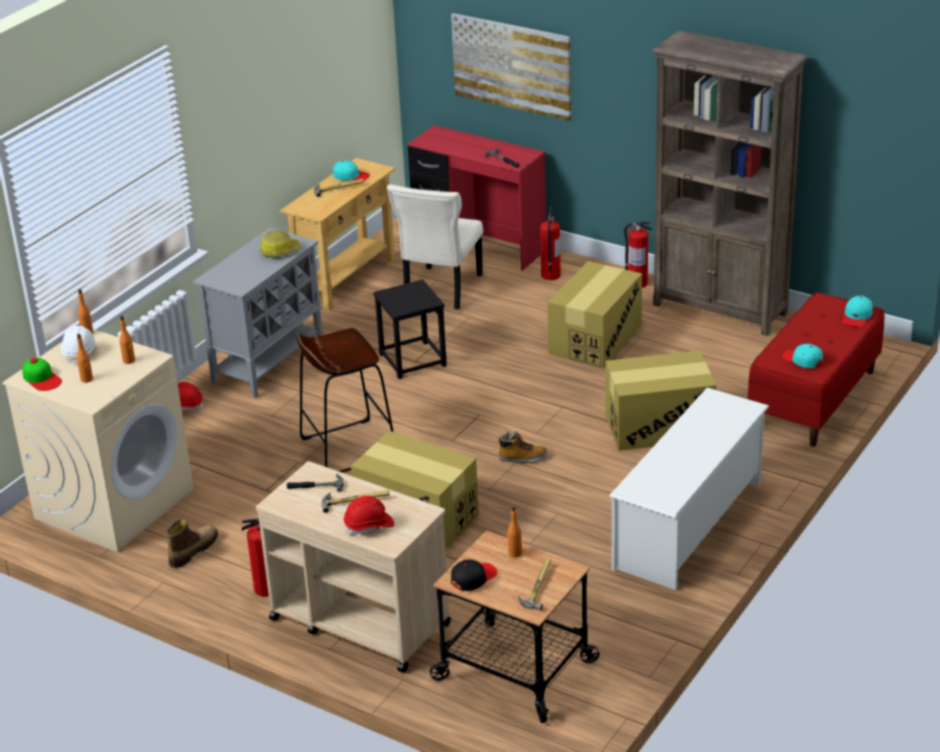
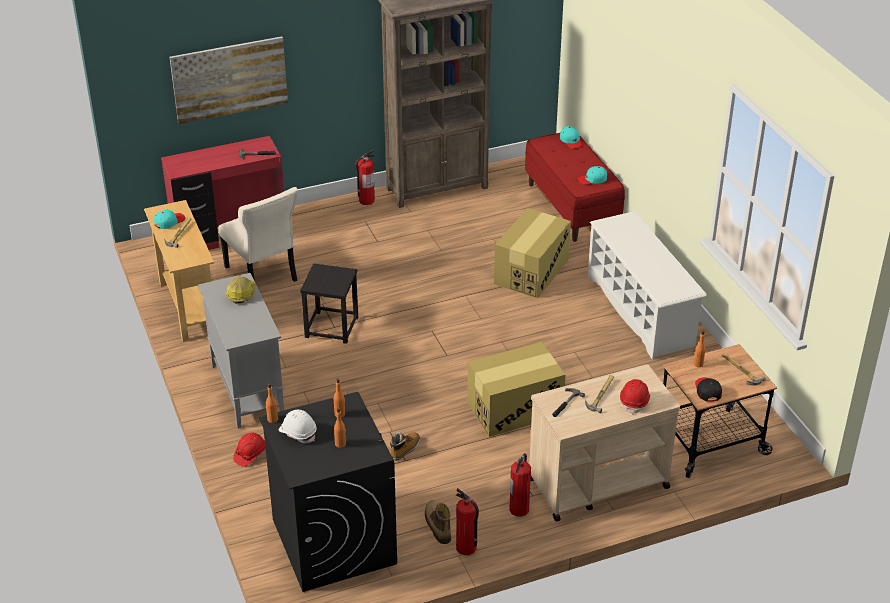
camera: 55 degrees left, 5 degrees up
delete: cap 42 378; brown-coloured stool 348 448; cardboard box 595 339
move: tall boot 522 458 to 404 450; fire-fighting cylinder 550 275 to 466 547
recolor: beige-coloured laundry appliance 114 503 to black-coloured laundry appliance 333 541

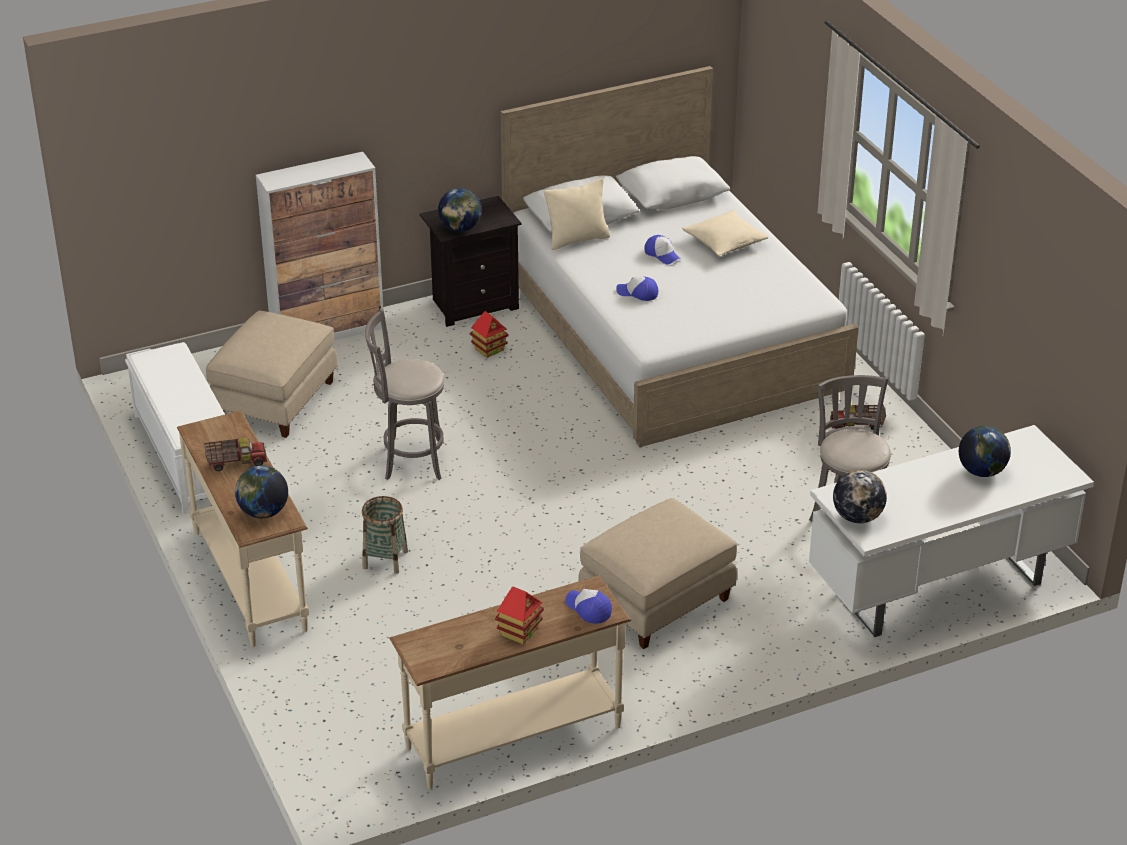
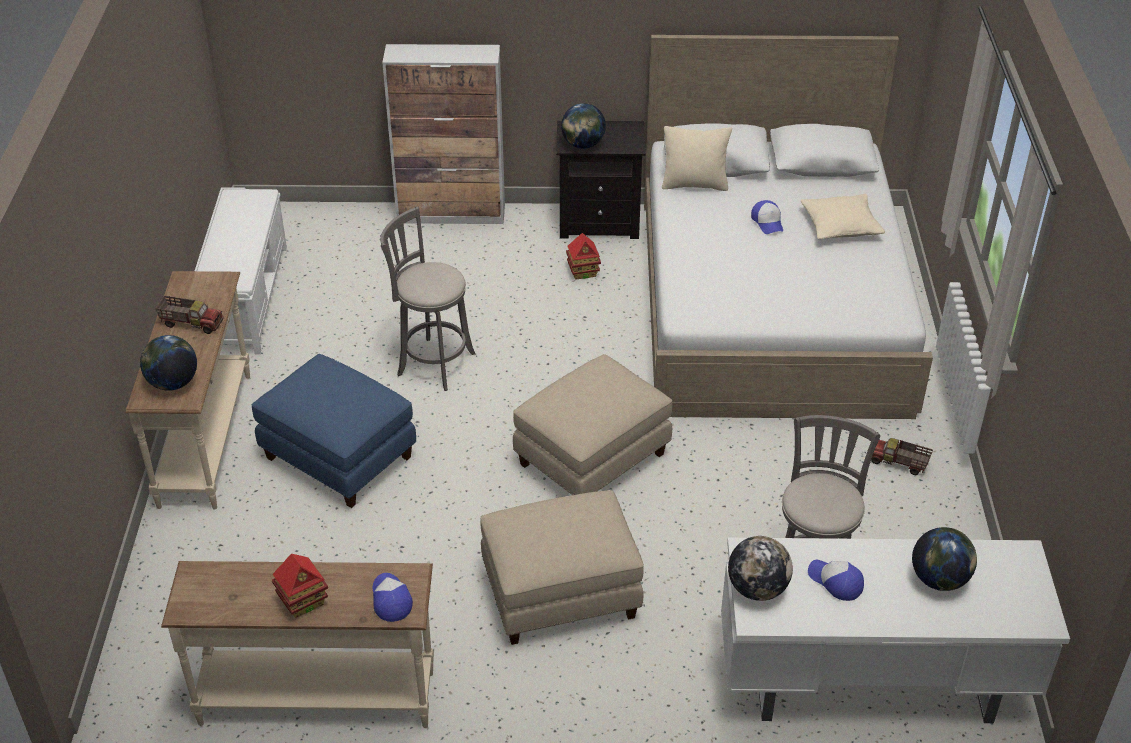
camera: 25 degrees right, 5 degrees up
move: beige-coloured ottoman 276 401 to 592 460; cap 637 293 to 835 582
replace: household basket 385 559 to blue ottoman 337 458

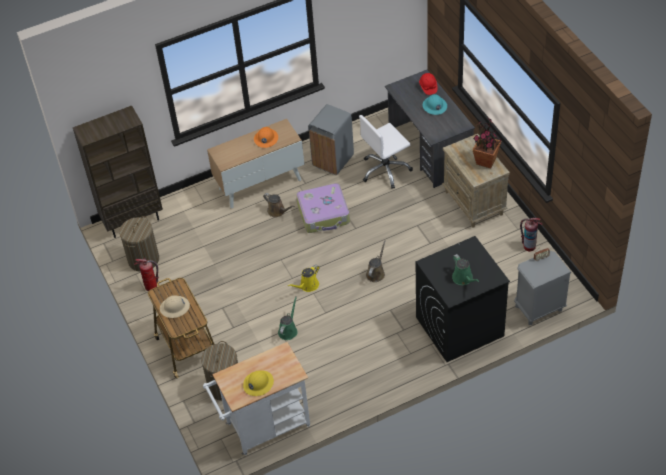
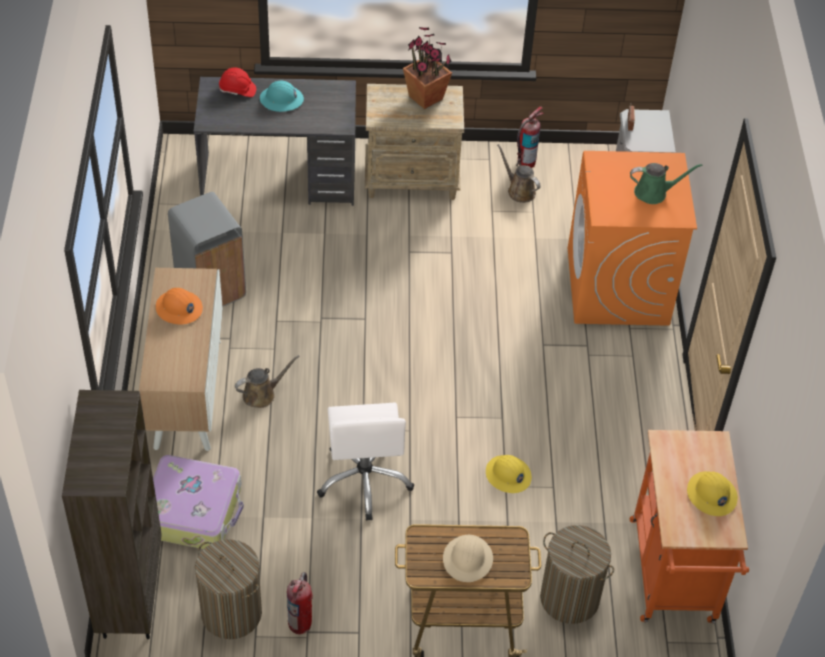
camera: 70 degrees left, 0 degrees up
delete: yellowish sprinkling can 308 286
move: piece of luggage 324 214 to 193 511; white computer chair 385 170 to 365 479; brown-coloured sprinkling can 376 273 to 519 190
replace: greenish sprinkling can 288 330 to yellowish work helmet 508 475
recolor: white wheeled cart 263 427 to orange-coloured wheeled cart 673 578; black-coloured laundry appliance 459 327 to orange-coloured laundry appliance 618 287

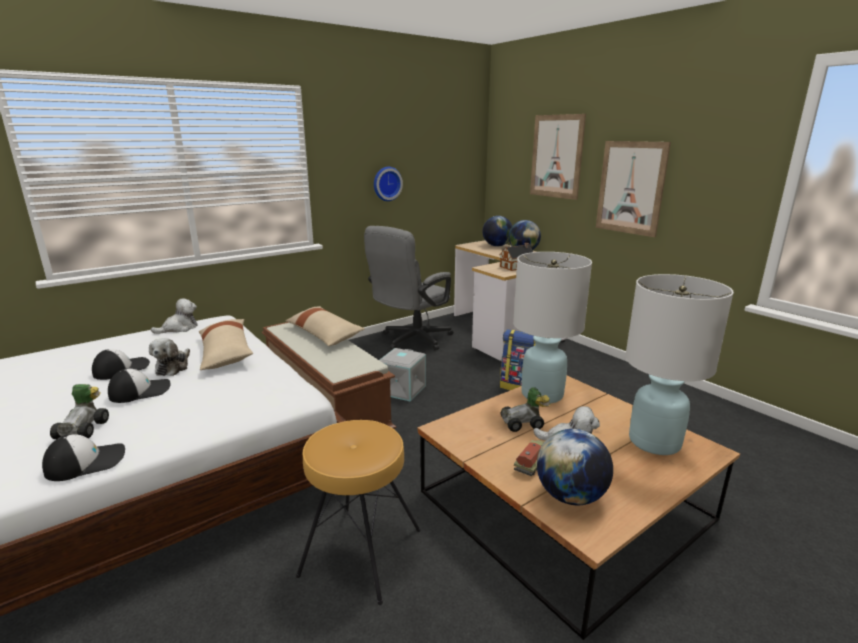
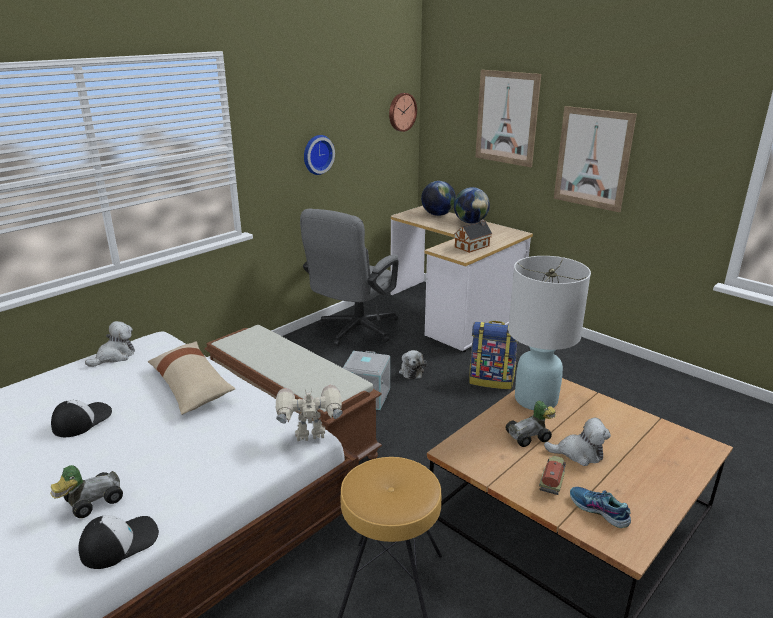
camera: 10 degrees left, 5 degrees up
delete: cap 141 391; beige-coloured pillow 324 334; white lamp for a table 654 442
insert: model robot 310 437; hanging clock 401 112
move: plush toy 173 367 to 411 371
replace: world globe 570 496 to low shoe 598 511
rotate: toy car 85 428 = 91 502 120 degrees counterclockwise

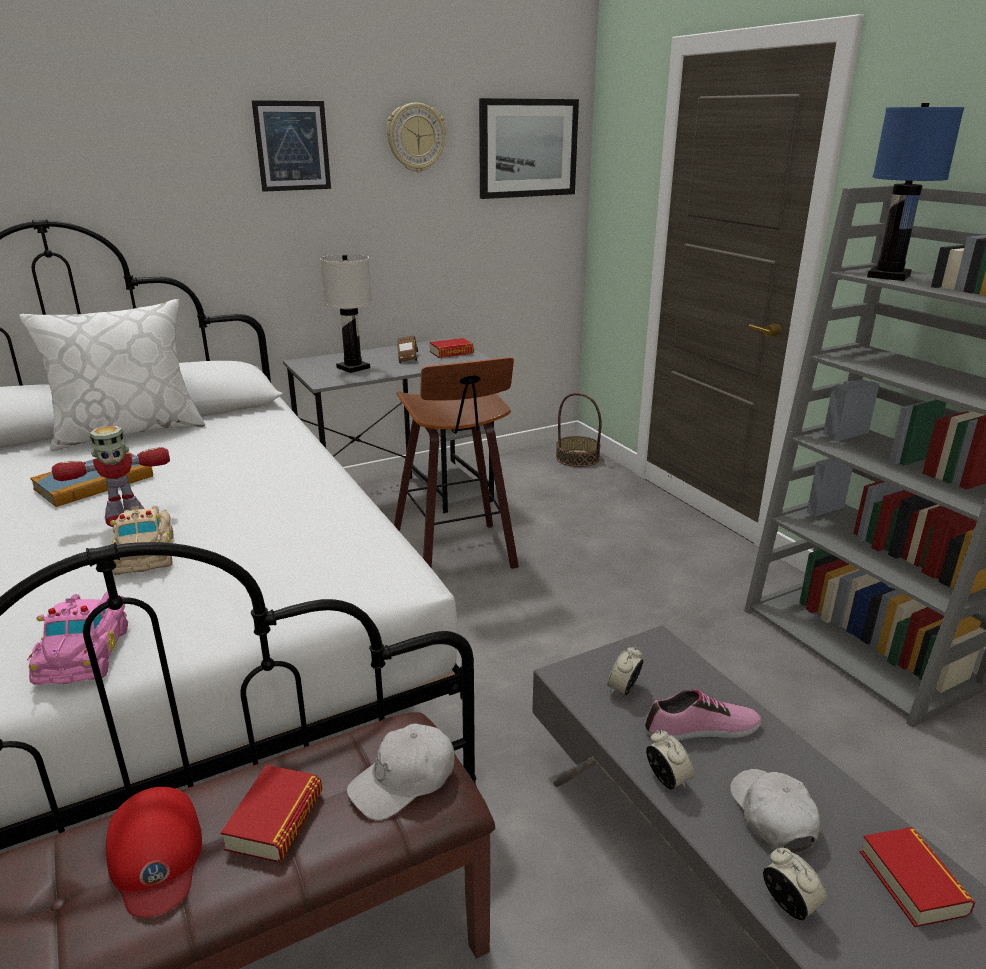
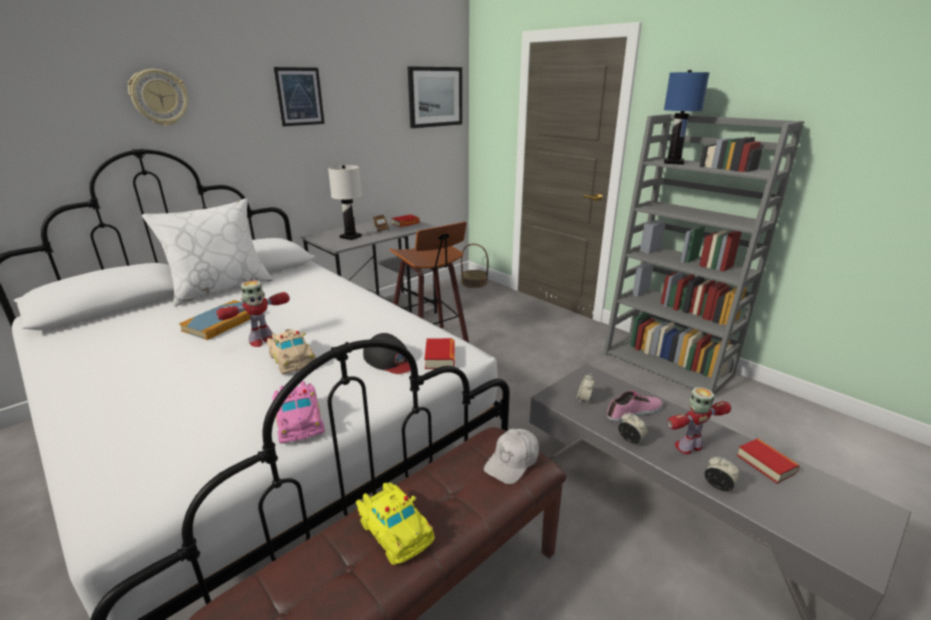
camera: 15 degrees left, 0 degrees up
insert: black-coloured cap 389 360
move: bound book 275 820 to 440 358; hanging clock 416 137 to 159 97
replace: red-coloured cap 156 856 to yellowish toy car 395 529; white cap 772 816 to model robot 689 447

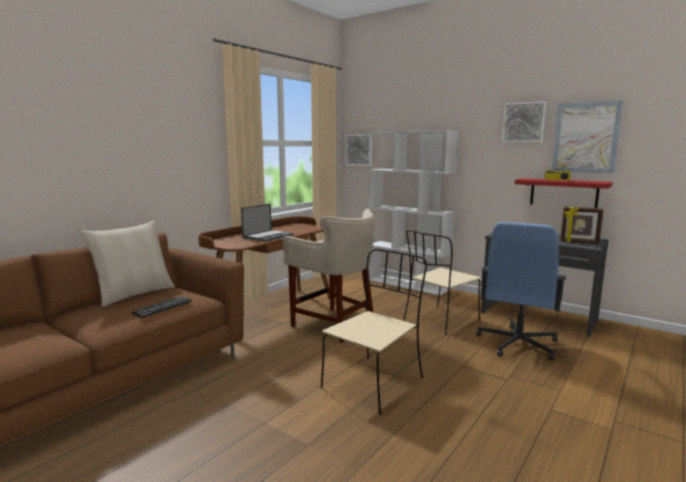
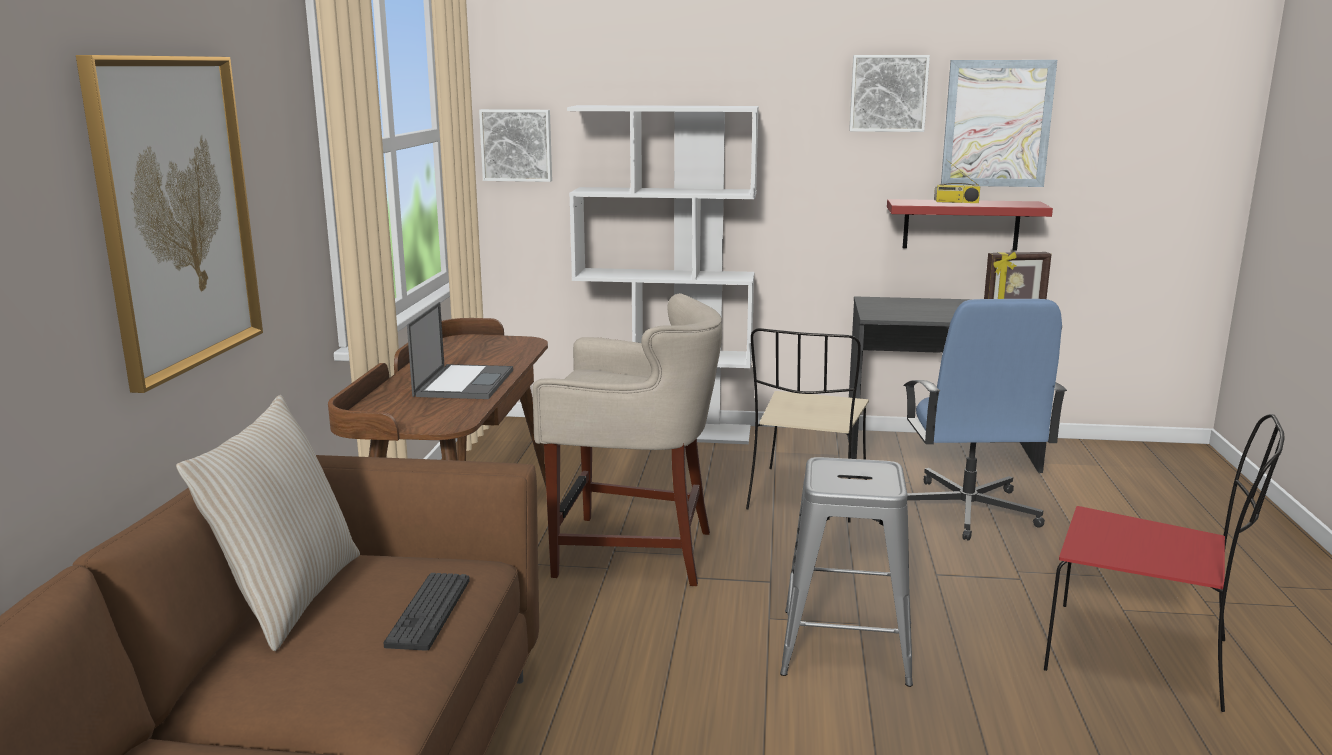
camera: 30 degrees left, 5 degrees up
insert: wall picture 176 214; red-coloured upright chair 1142 656
replace: beige-coloured upright chair 374 382 to gray stool 844 646

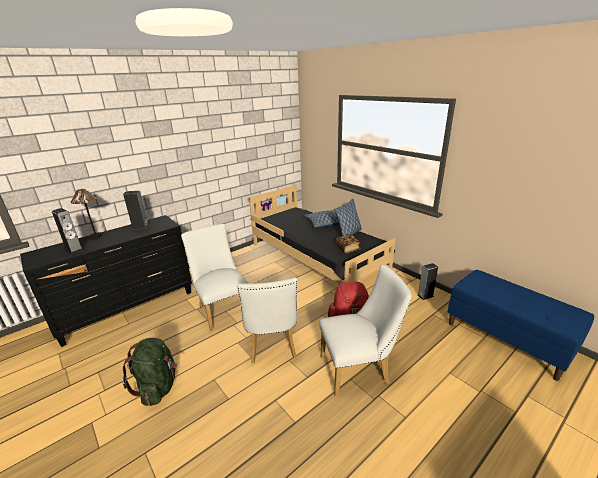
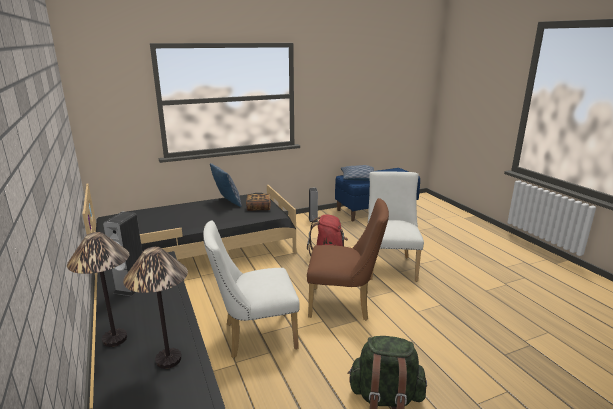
camera: 75 degrees left, 5 degrees down
move: pillow 323 223 to 358 178
replace: loudspeaker 74 249 to lamp for a table 168 360
recolor: white upright chair 272 346 to brown-coloured upright chair 344 305

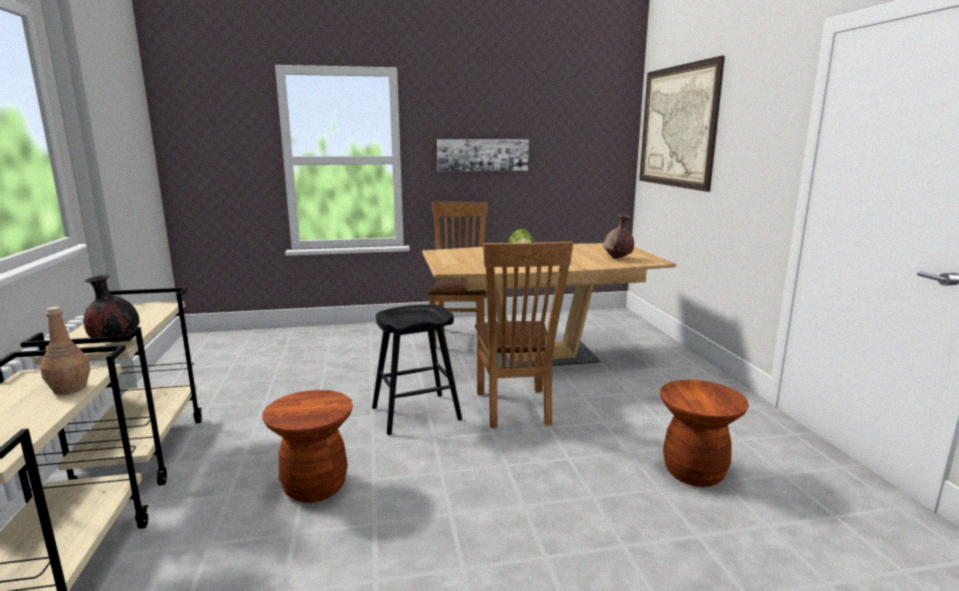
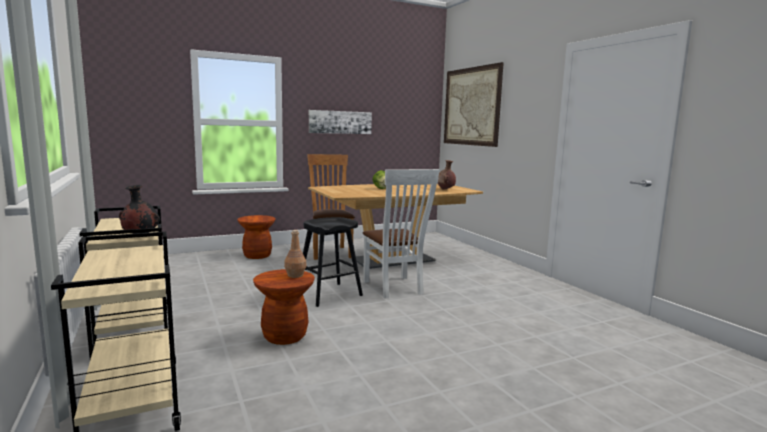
camera: 15 degrees left, 5 degrees down
move: brown-coloured drink bottle 70 389 to 295 275; brown-coloured stool 694 472 to 257 255
recolor: brown-coloured upright chair 515 410 to white upright chair 395 288

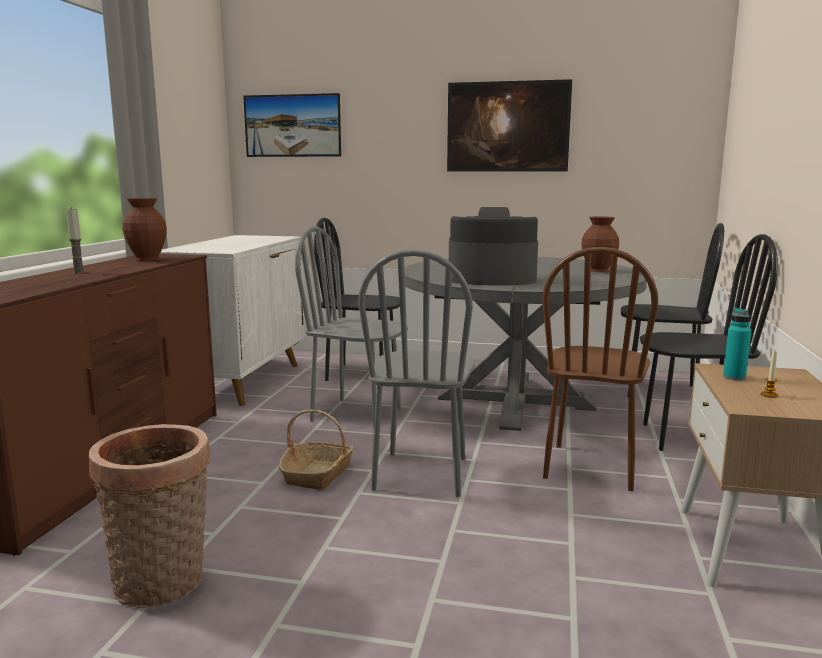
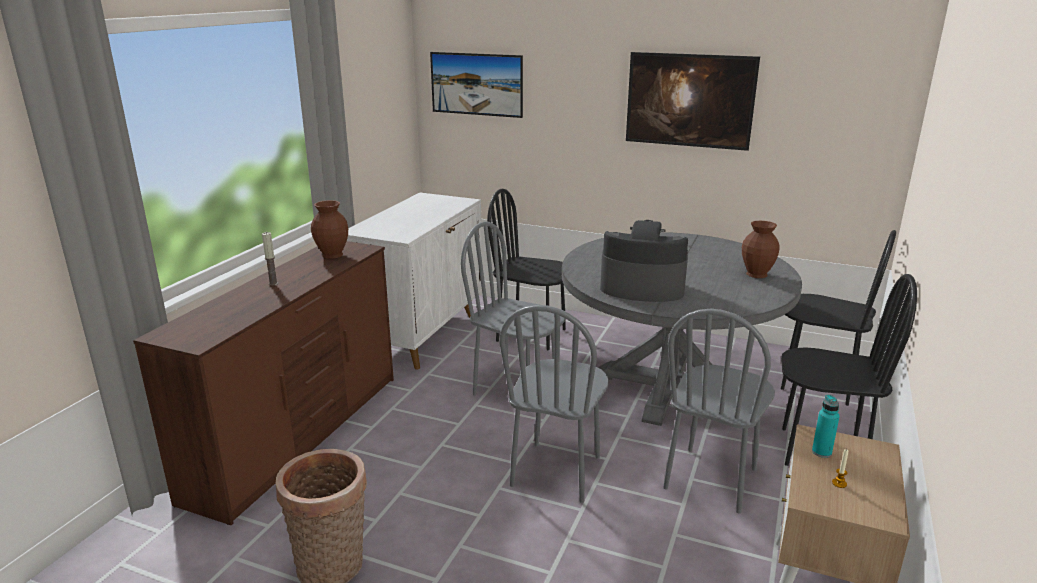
camera: 10 degrees right, 10 degrees up
delete: household basket 318 474
recolor: brown-coloured upright chair 590 467 to gray upright chair 711 479

